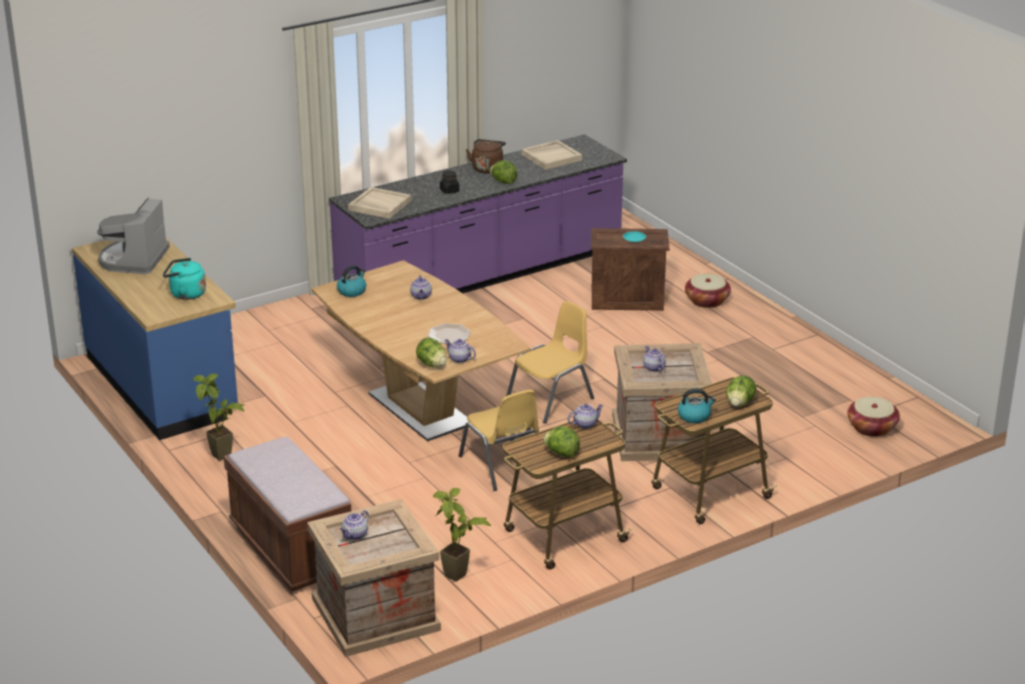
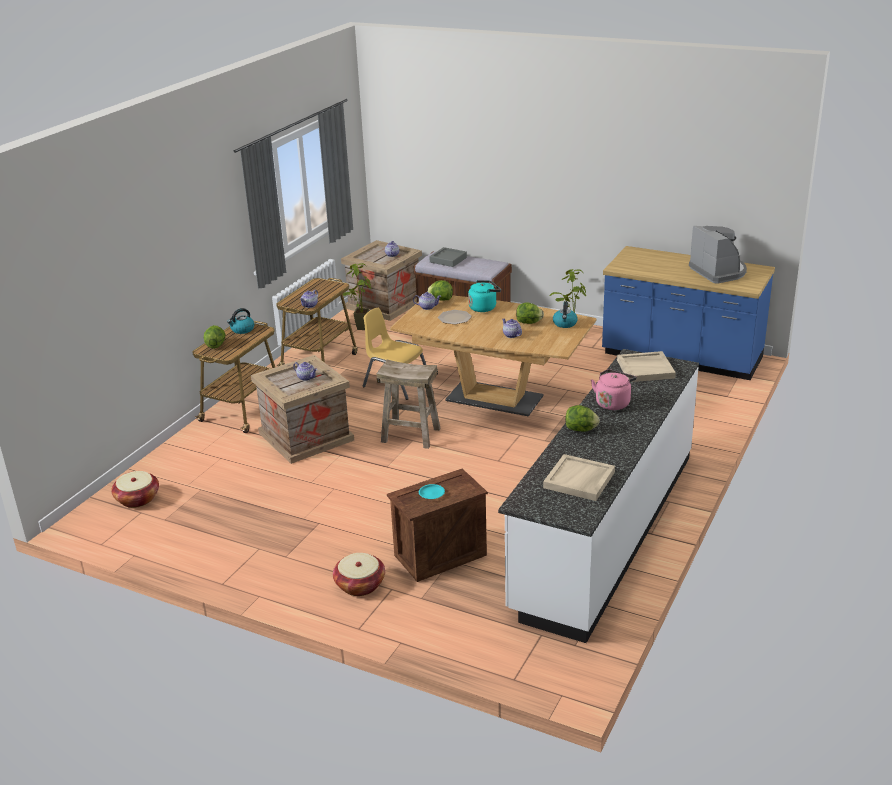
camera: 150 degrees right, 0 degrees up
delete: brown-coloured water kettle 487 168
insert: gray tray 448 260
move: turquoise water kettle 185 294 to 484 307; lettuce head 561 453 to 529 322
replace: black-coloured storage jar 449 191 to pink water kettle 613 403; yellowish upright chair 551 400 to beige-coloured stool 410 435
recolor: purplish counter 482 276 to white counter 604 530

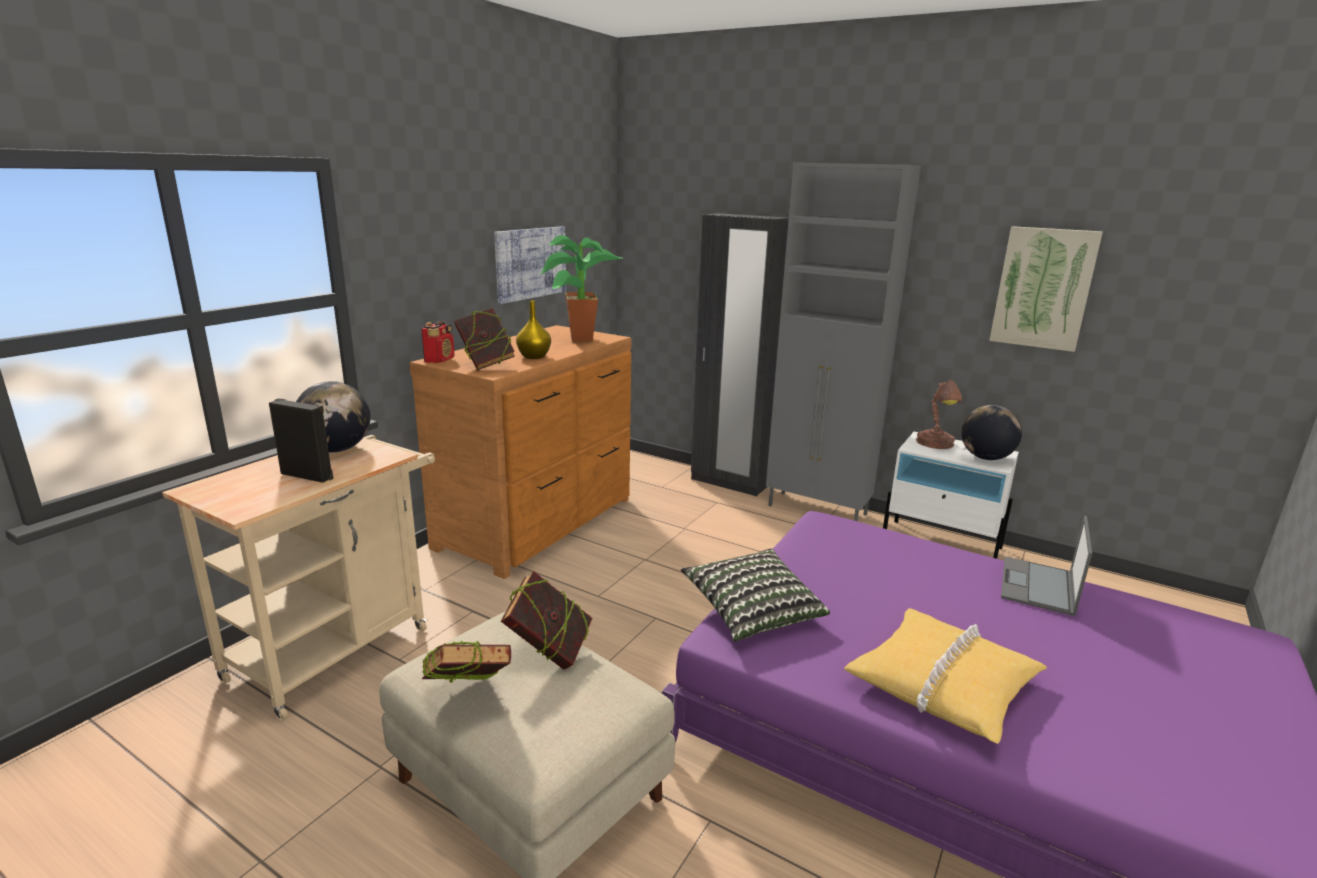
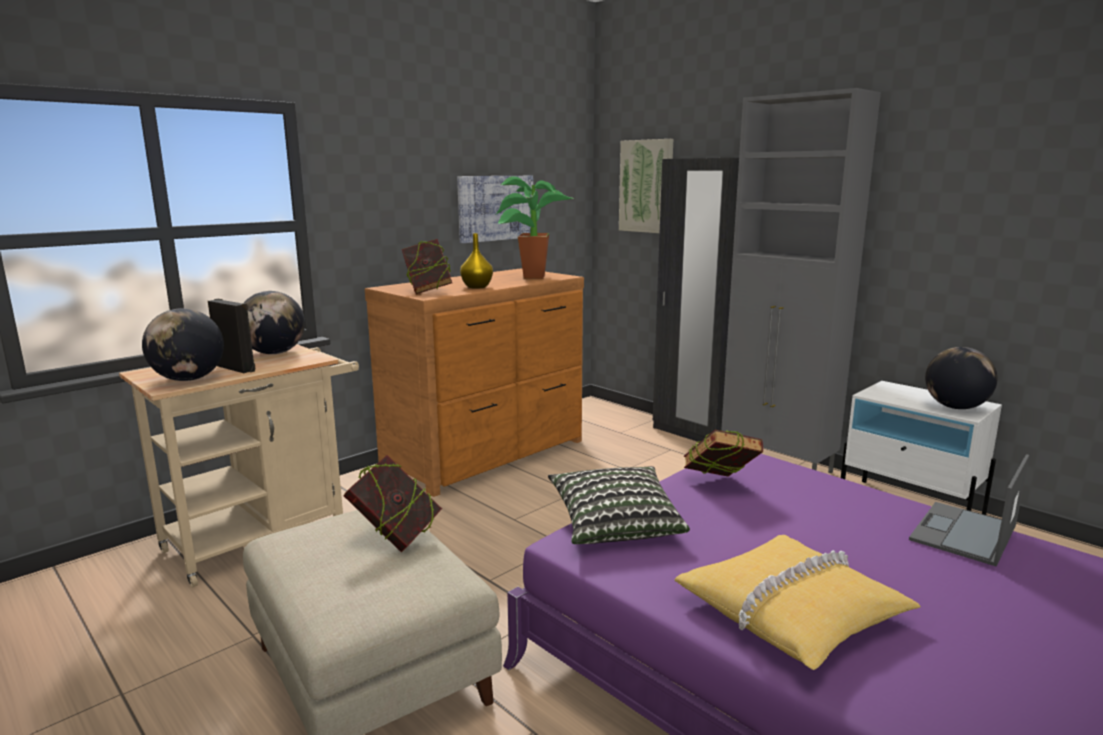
camera: 15 degrees right, 5 degrees down
delete: radio receiver 440 360; brown-coloured lamp for a table 936 443
insert: world globe 188 379
move: bound book 468 698 to 719 485; wall picture 1043 288 to 646 186

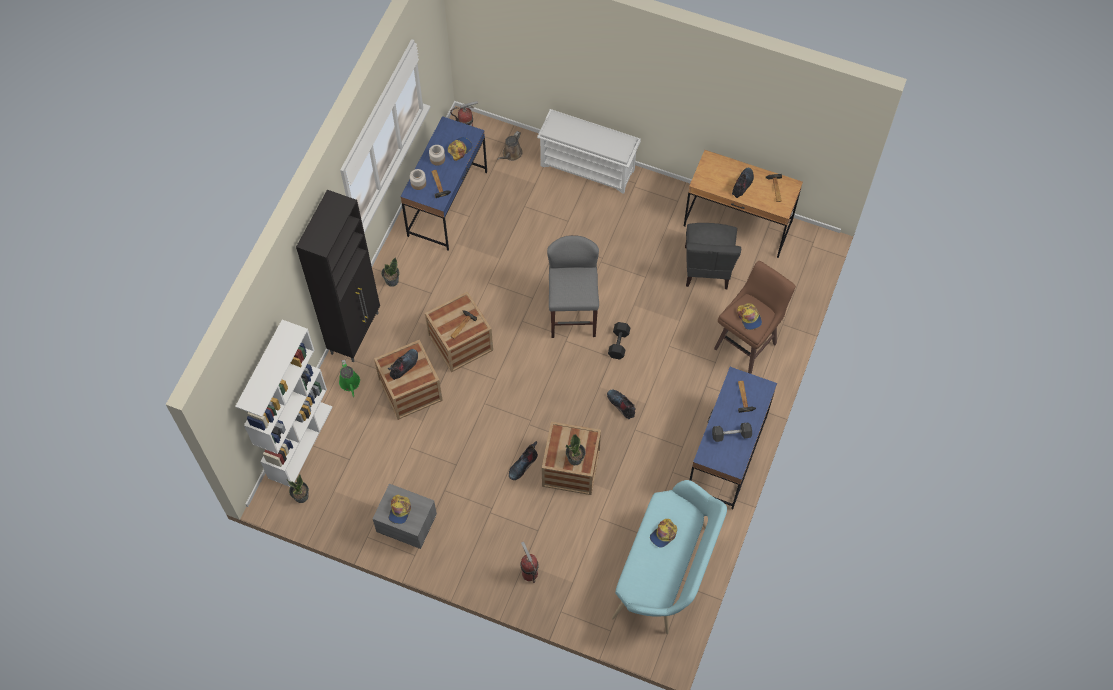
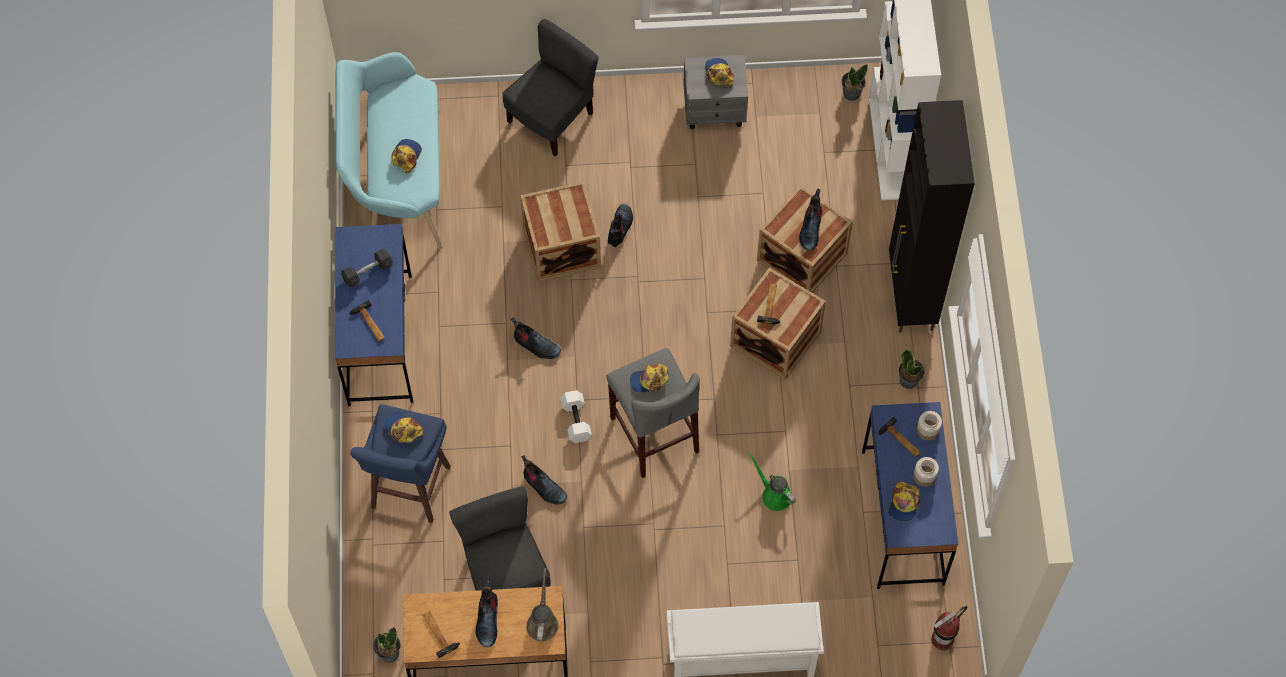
camera: 155 degrees right, 0 degrees up
insert: tall boot 543 487; cap 649 380
move: greenish sprinkling can 350 383 to 774 494; brown-coloured sprinkling can 511 154 to 542 622; potted plant 575 459 to 389 653
replace: fire-fighting cylinder 529 573 to gray upright chair 552 119
recolor: black-coloured free weight 619 344 to white free weight 575 420; brown-coloured stool 747 345 to blue stool 409 489

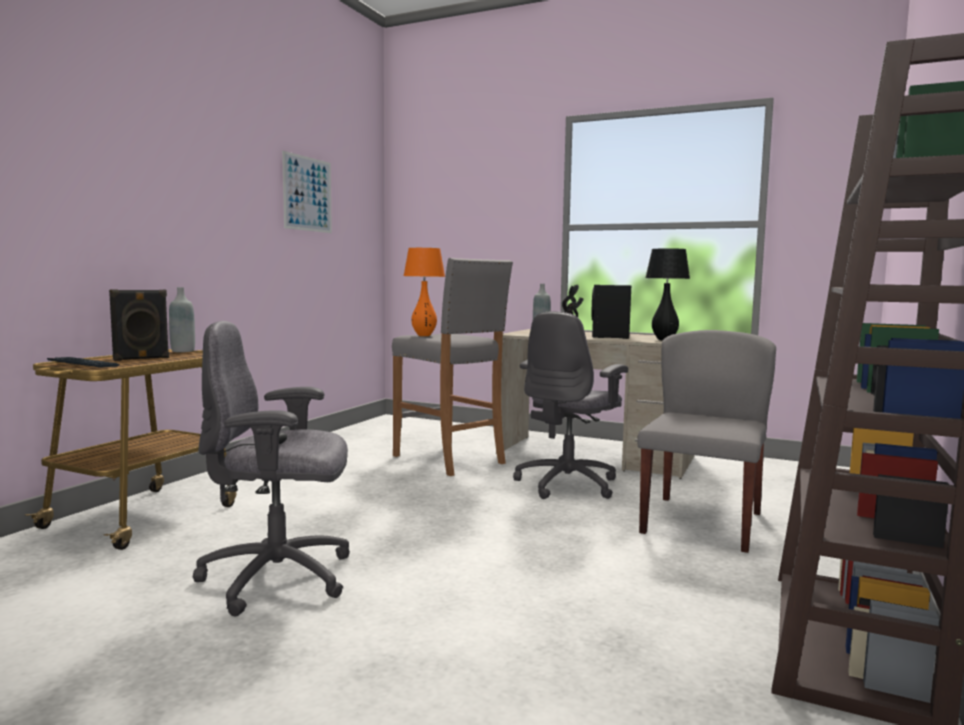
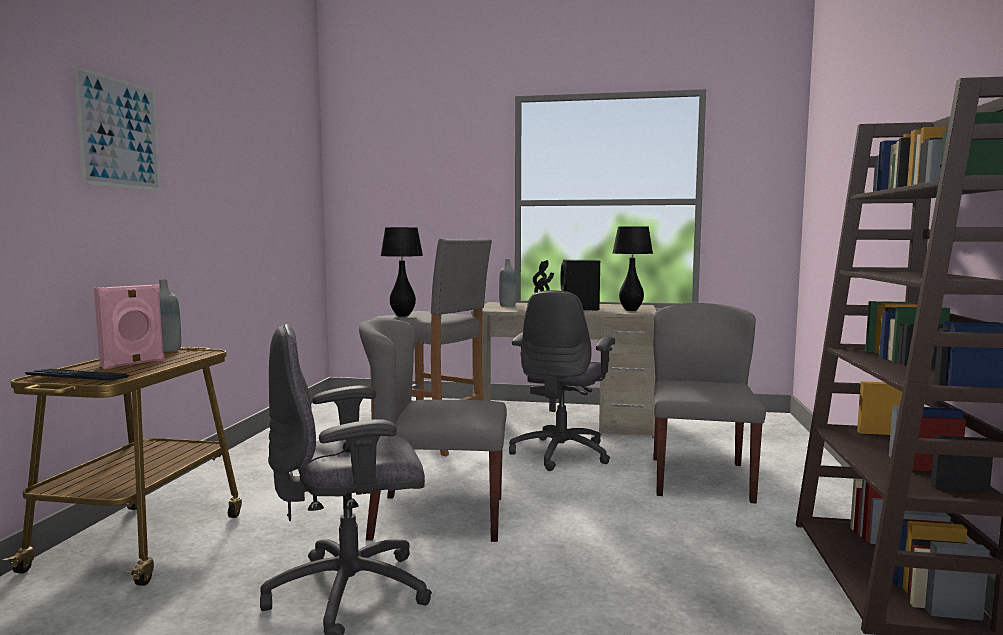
camera: 15 degrees left, 0 degrees up
insert: gray upright chair 437 517
move: wall picture 307 194 to 120 133
recolor: black-coloured loudspeaker 141 359 to pink loudspeaker 133 364; orange-coloured lamp for a table 424 335 to black-coloured lamp for a table 403 315

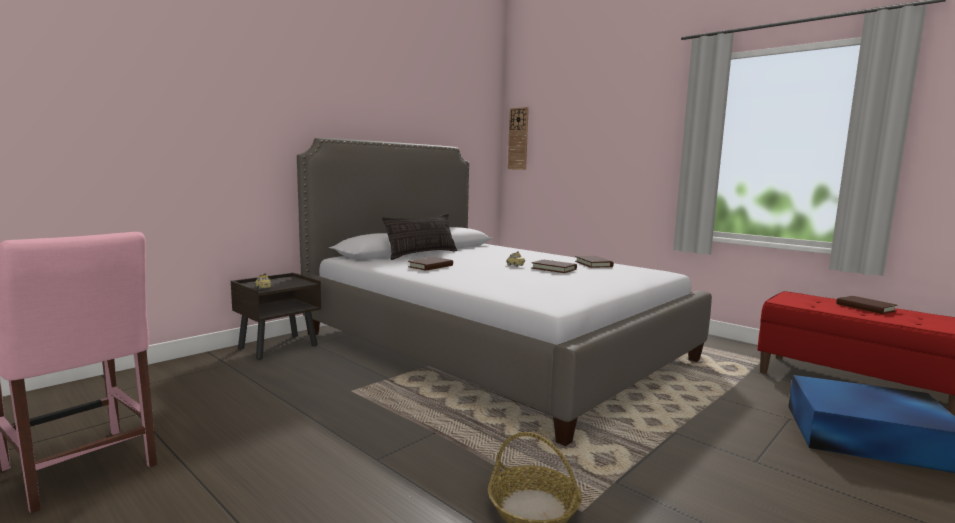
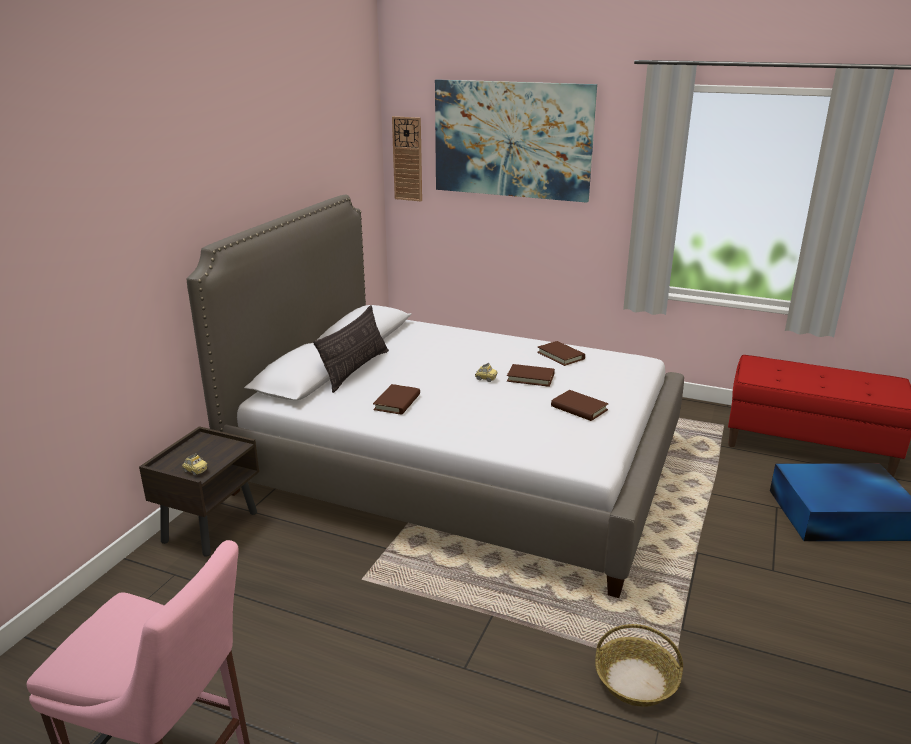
camera: 20 degrees left, 15 degrees up
insert: wall picture 512 140
move: brown-coloured bound book 865 307 to 579 408

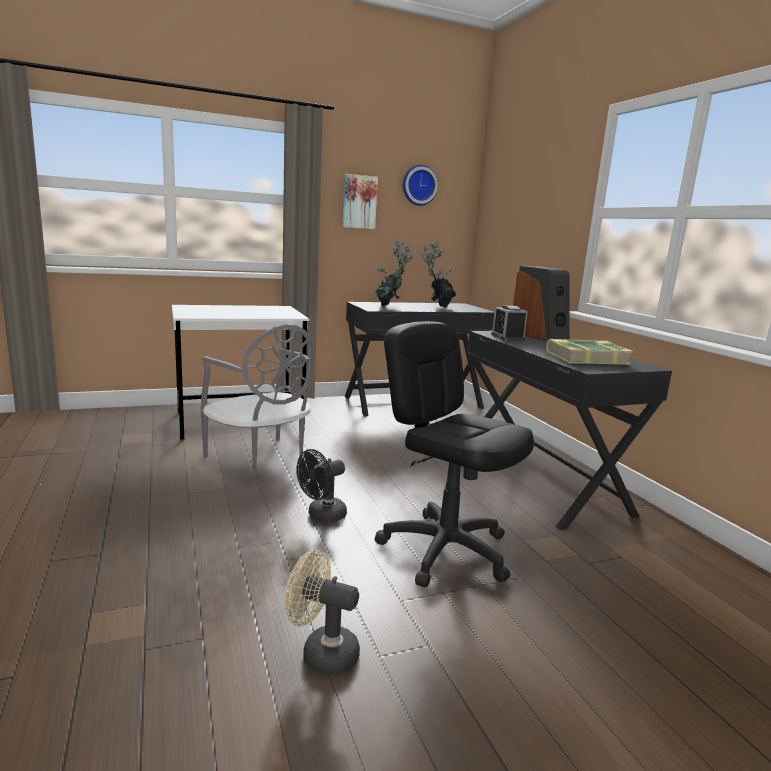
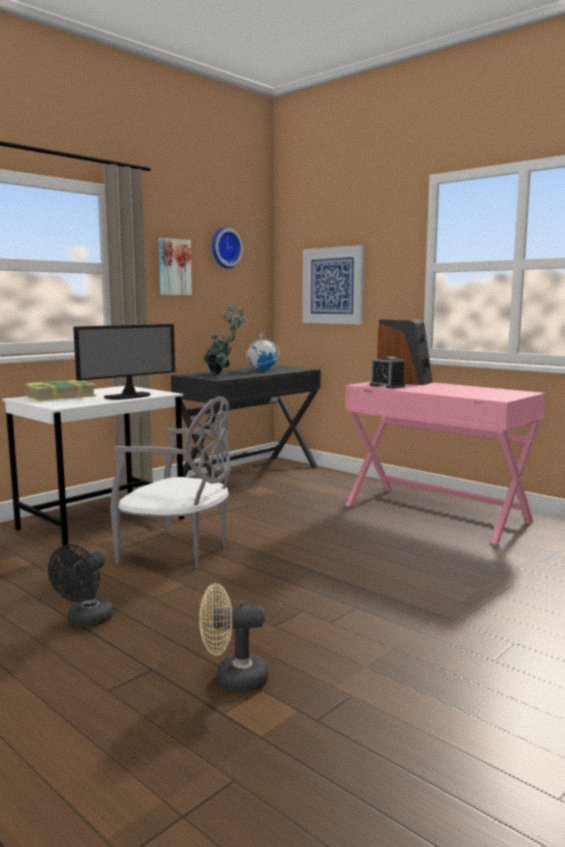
camera: 25 degrees left, 5 degrees down
delete: black-coloured computer chair 445 550
insert: monitor 129 397; wall picture 333 285
move: beige-coloured fan 321 653 to 232 680; black-coloured fan 322 516 to 85 621; bound book 585 358 to 60 396
replace: potted plant 437 307 to world globe 262 370
recolor: black-coloured desk unit 540 480 to pink desk unit 436 513

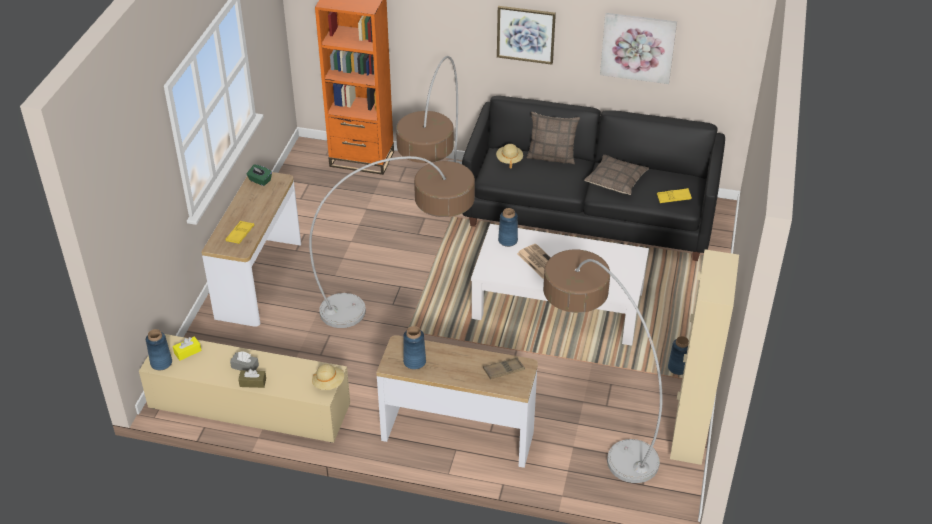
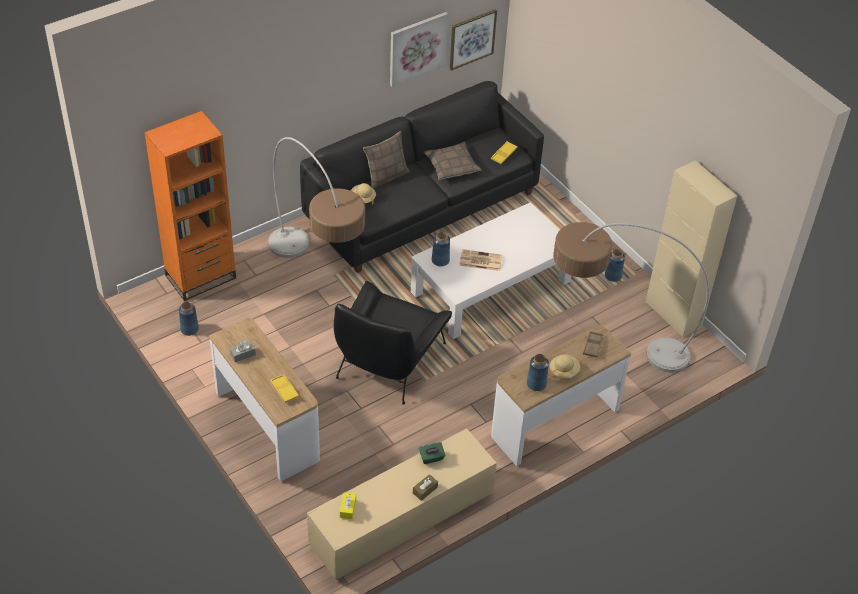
camera: 50 degrees left, 5 degrees up
move: blue decorative vase 161 363 to 189 329; gray box of tissues 245 366 to 243 354; greenish box of tissues 260 180 to 431 458; beige-coloured wearable hat 328 383 to 564 371; wall picture 526 34 to 472 39
replace: standard lamp 403 298 to black-coloured easy chair 389 360

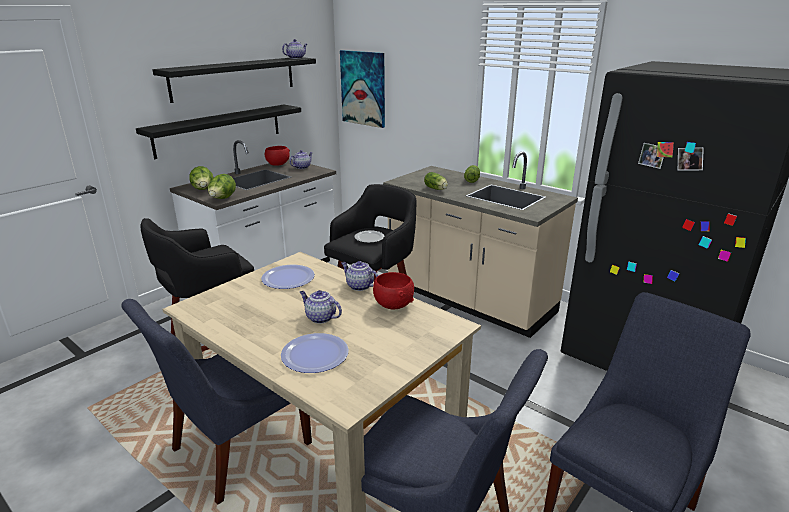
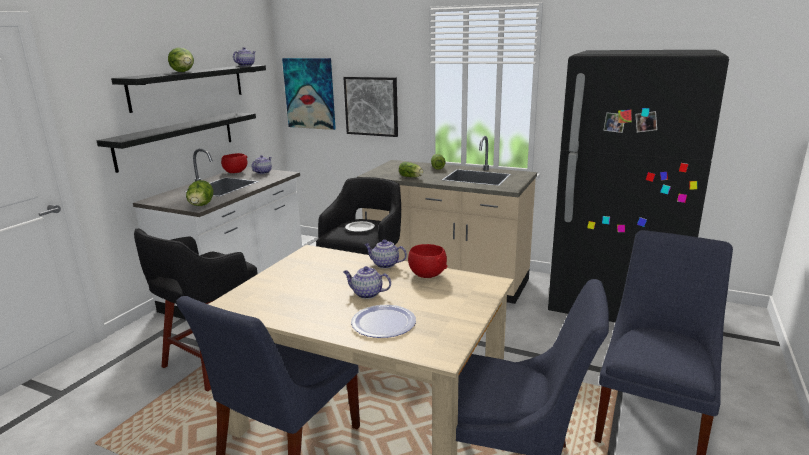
camera: 15 degrees left, 5 degrees down
delete: plate 288 278
insert: wall picture 371 106
move: lettuce head 203 190 to 184 72

